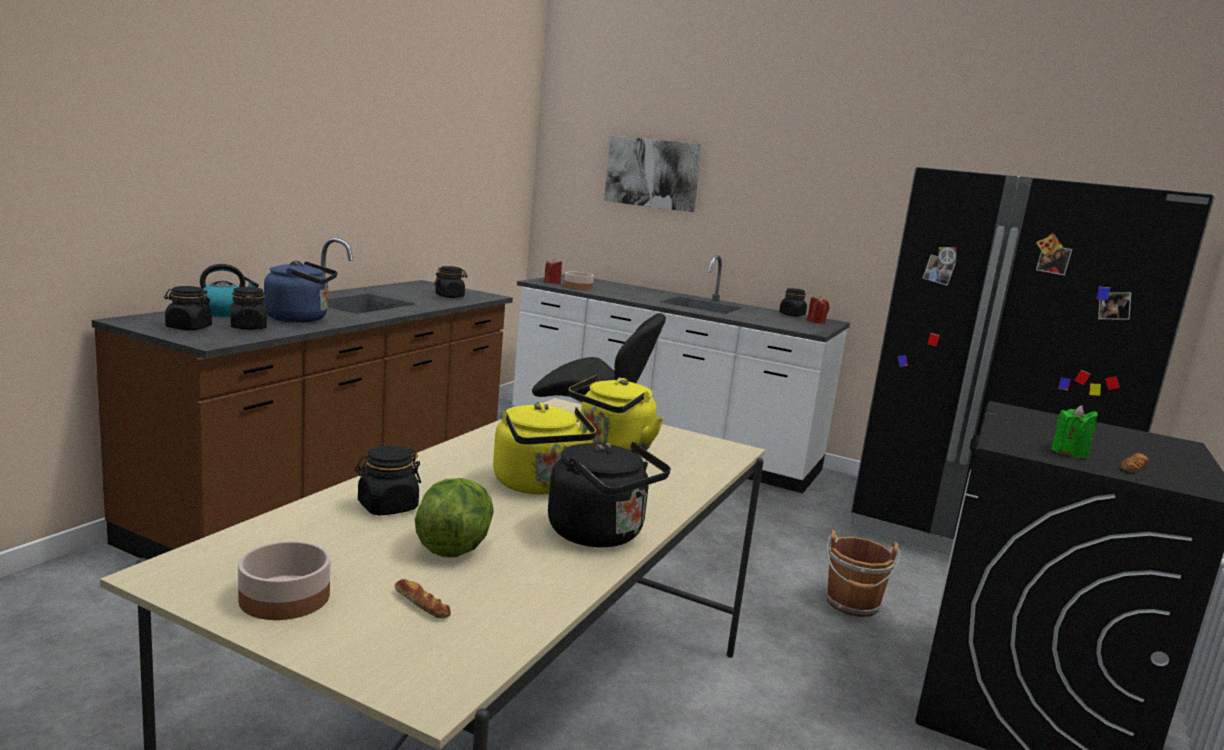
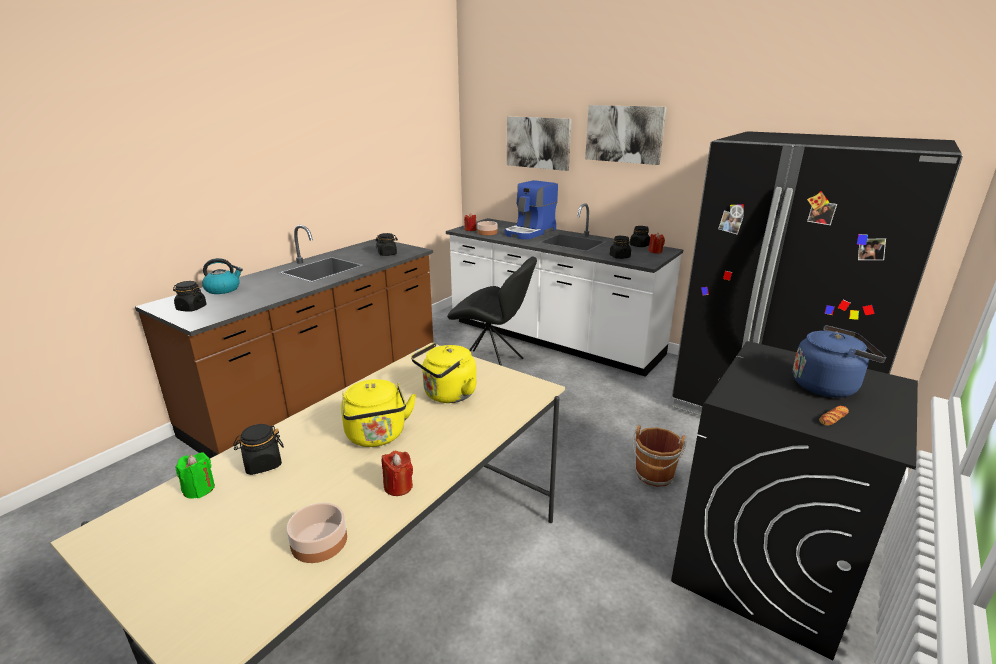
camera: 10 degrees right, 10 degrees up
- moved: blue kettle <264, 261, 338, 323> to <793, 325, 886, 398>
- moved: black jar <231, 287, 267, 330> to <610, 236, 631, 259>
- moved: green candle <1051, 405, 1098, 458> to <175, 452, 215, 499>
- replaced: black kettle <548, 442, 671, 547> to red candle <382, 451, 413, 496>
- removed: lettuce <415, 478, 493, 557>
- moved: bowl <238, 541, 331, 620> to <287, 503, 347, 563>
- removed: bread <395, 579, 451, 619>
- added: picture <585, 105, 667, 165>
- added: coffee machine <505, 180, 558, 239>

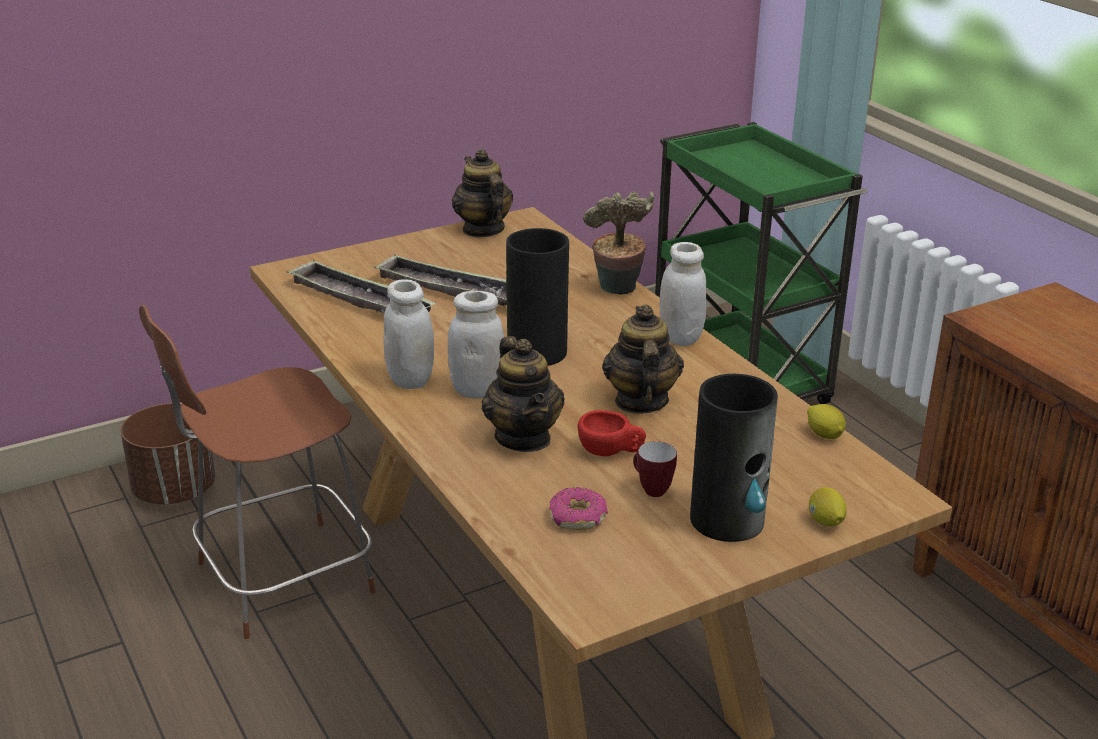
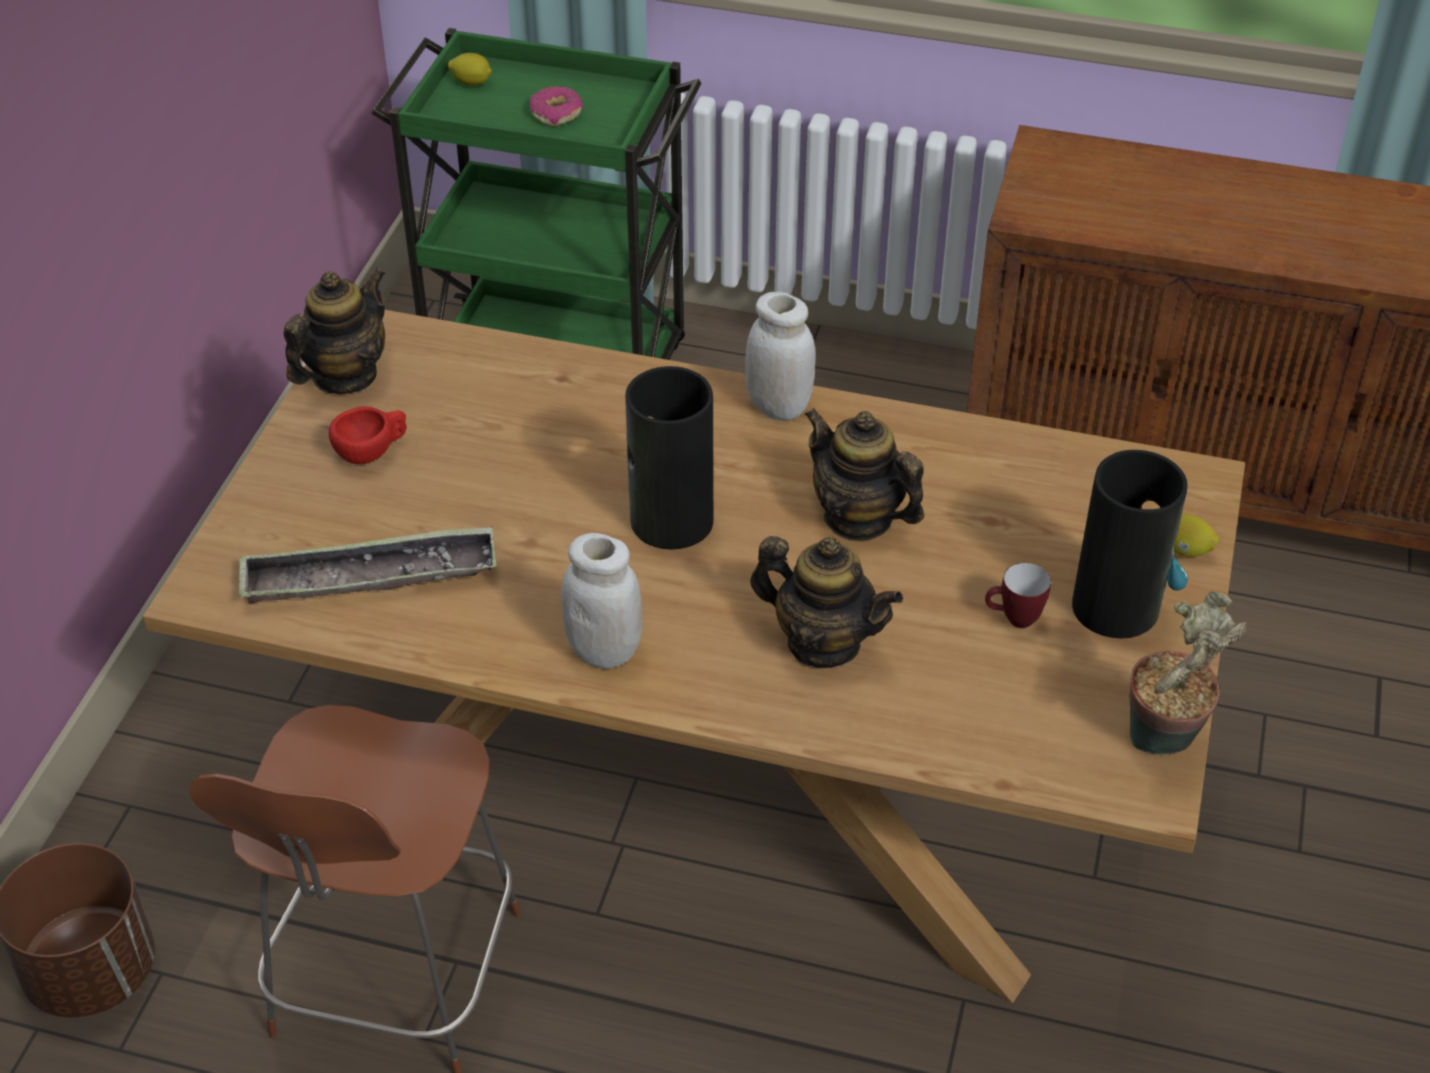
camera: 45 degrees left, 15 degrees up
- turned: teapot <452, 149, 513, 238> = <284, 268, 386, 394> 105 degrees clockwise
- moved: potted plant <583, 191, 655, 295> to <1129, 591, 1247, 754>
- removed: tray <374, 254, 507, 306>
- removed: white jar <448, 291, 504, 398>
- moved: lemon <807, 404, 846, 439> to <448, 53, 492, 86>
- moved: red cup <578, 410, 646, 456> to <329, 406, 407, 464>
- moved: donut <549, 487, 608, 530> to <530, 86, 583, 126>

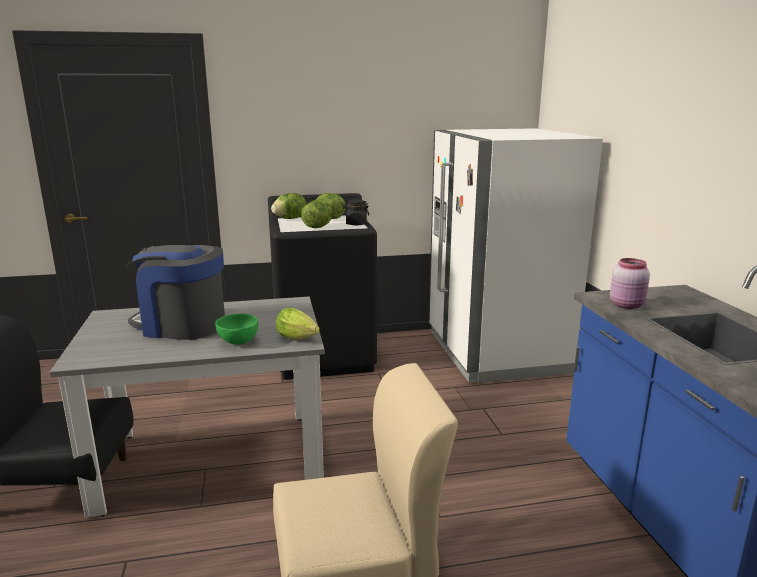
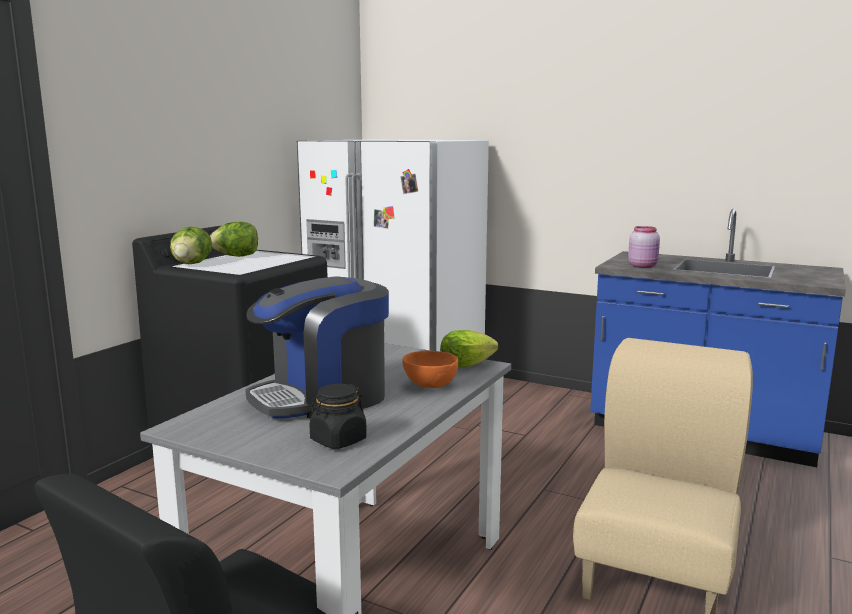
camera: 50 degrees left, 5 degrees down
- moved: black jar <343, 199, 369, 225> to <309, 384, 367, 449>
- removed: lettuce <301, 200, 333, 228>
- recoloured: green bowl <215, 314, 258, 345> to orange bowl <402, 350, 458, 388>

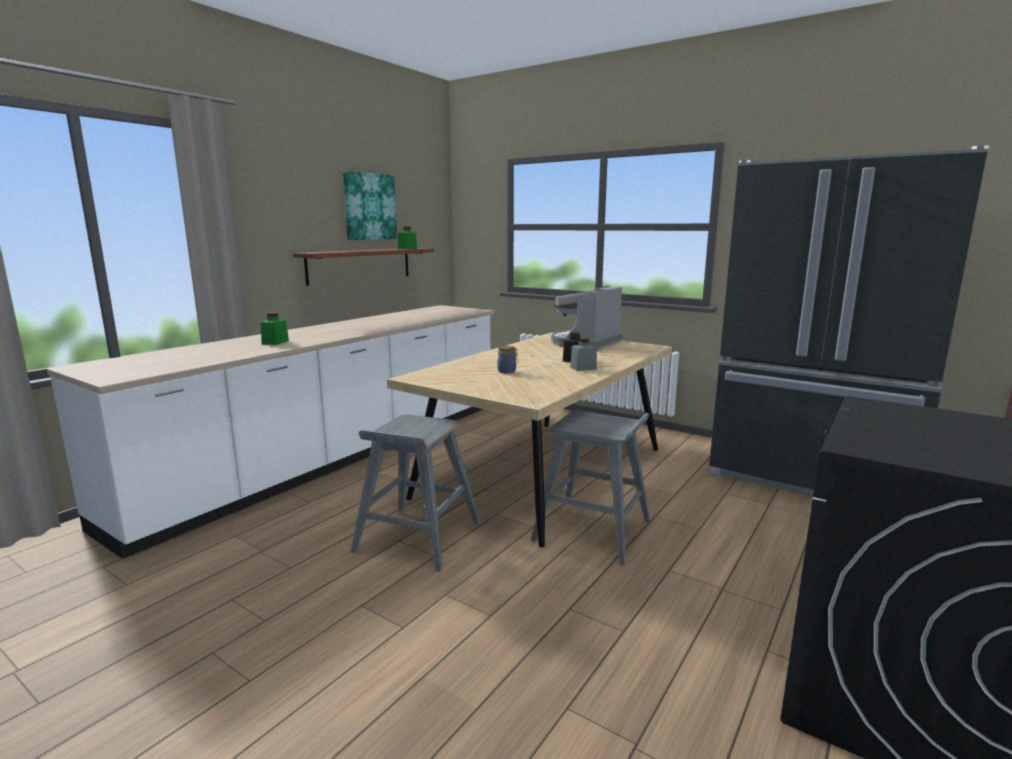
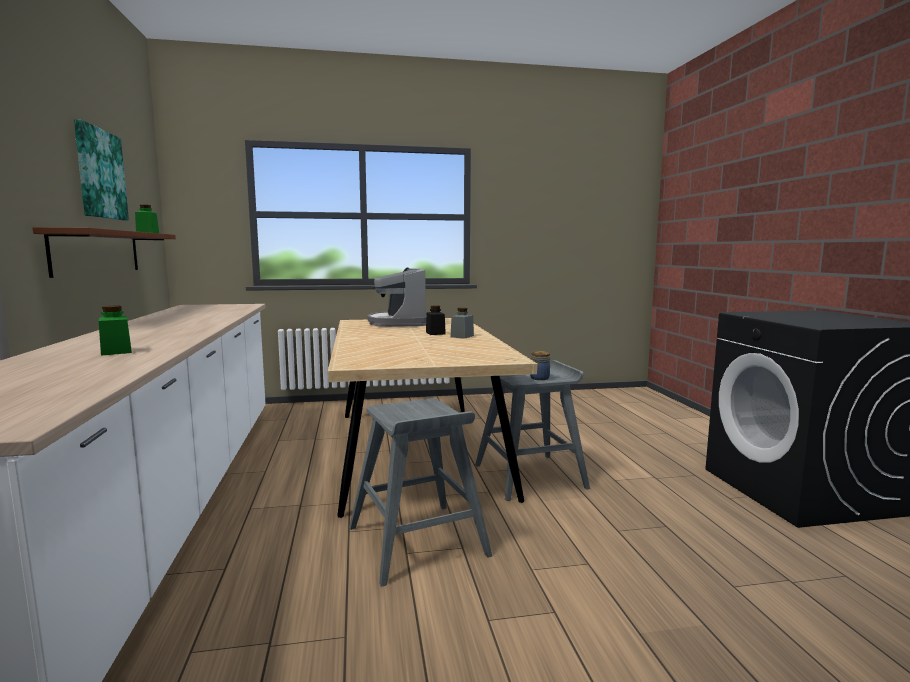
camera: 45 degrees left, 5 degrees down
- removed: black fridge <709, 145, 989, 496>
- moved: jar <498, 346, 518, 374> to <530, 351, 550, 380>

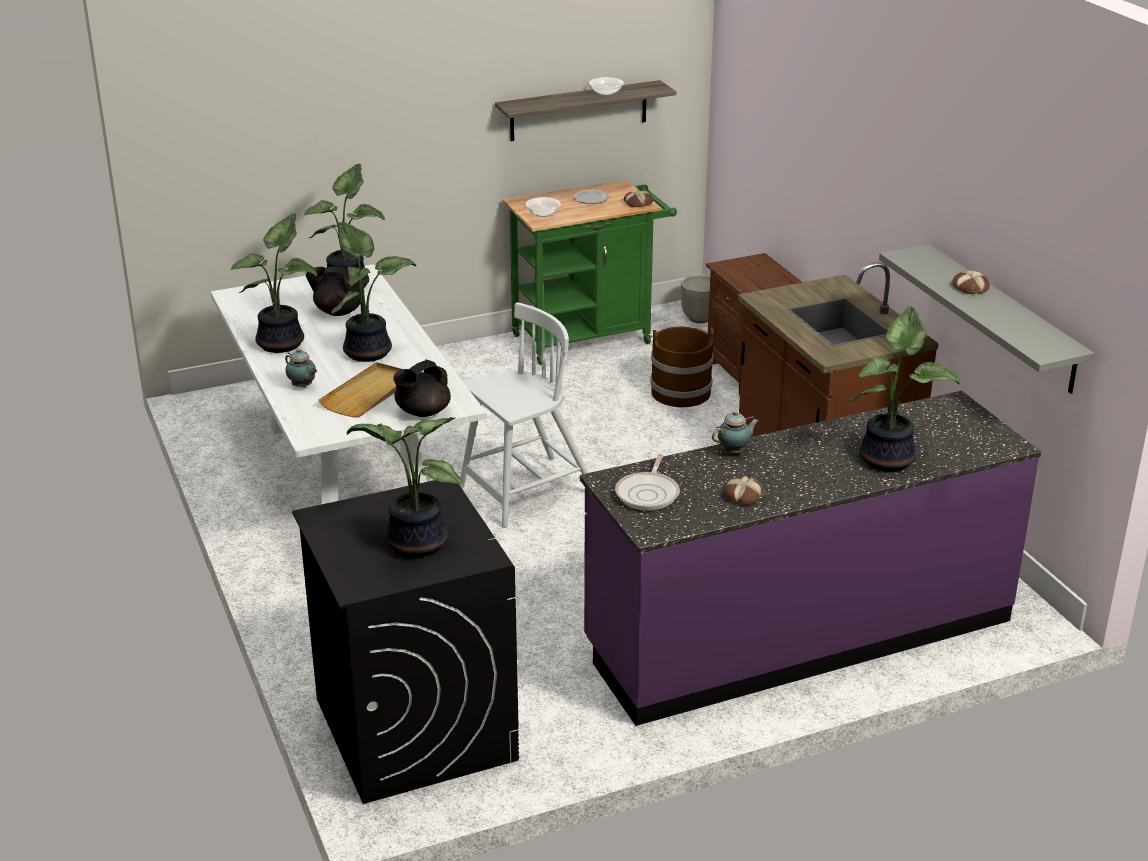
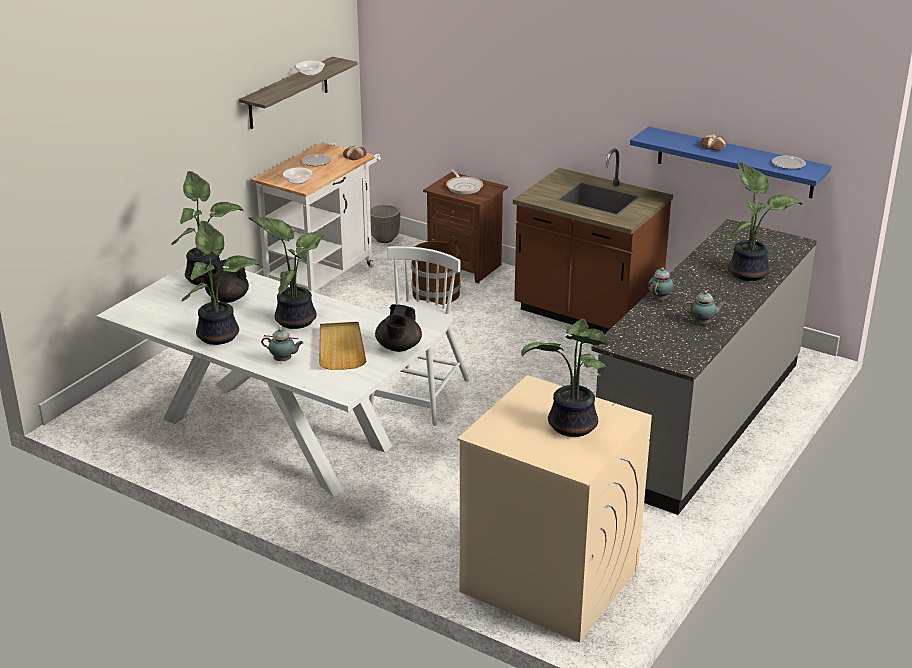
camera: 35 degrees left, 0 degrees up
- recoloured: green cart <503, 180, 677, 365> to white cart <251, 142, 381, 292>
- recoloured: grey shelf <879, 244, 1094, 394> to blue shelf <630, 127, 831, 198>
- recoloured: purple counter <580, 391, 1041, 726> to grey counter <591, 219, 817, 515>
- moved: frying pan <615, 454, 680, 510> to <446, 169, 483, 194>
- replaced: bread <724, 476, 764, 505> to teapot <683, 291, 726, 324>
- recoloured: black washing machine <292, 480, 519, 804> to beige washing machine <457, 375, 652, 642>
- added: plate <772, 156, 806, 169>

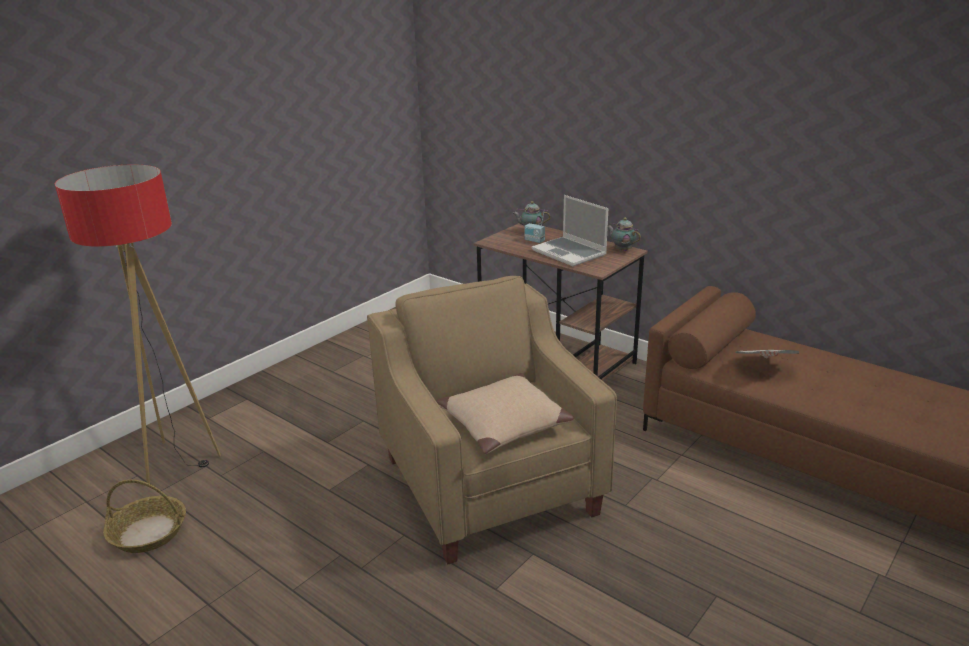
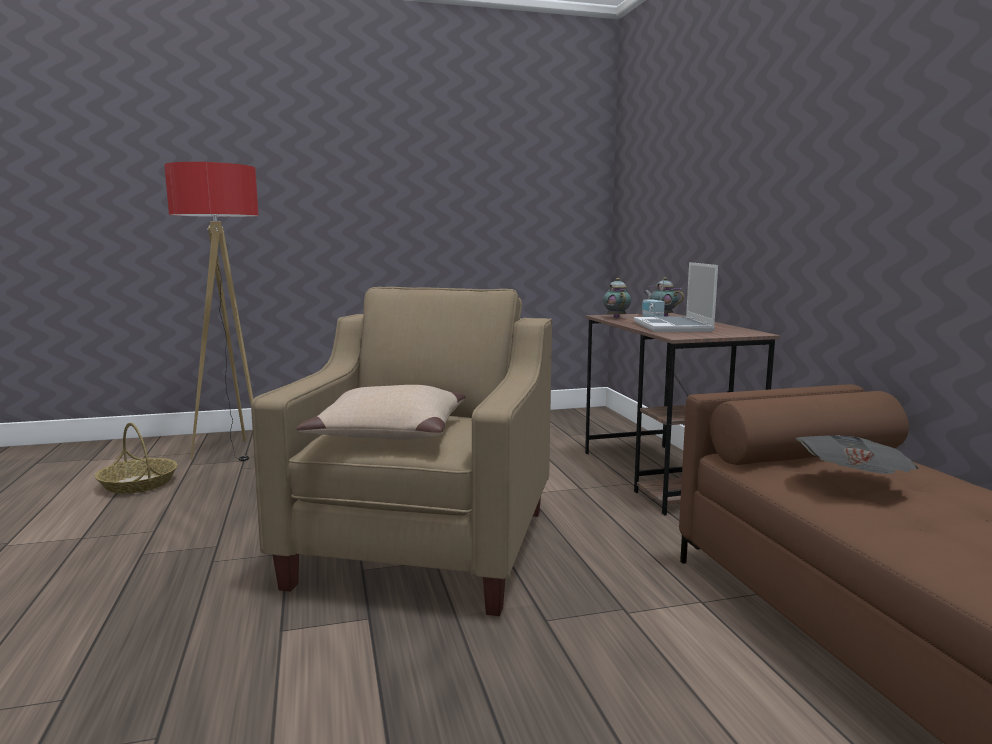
camera: 35 degrees right, 15 degrees down
- moved: teapot <608, 217, 641, 251> to <603, 278, 631, 318>

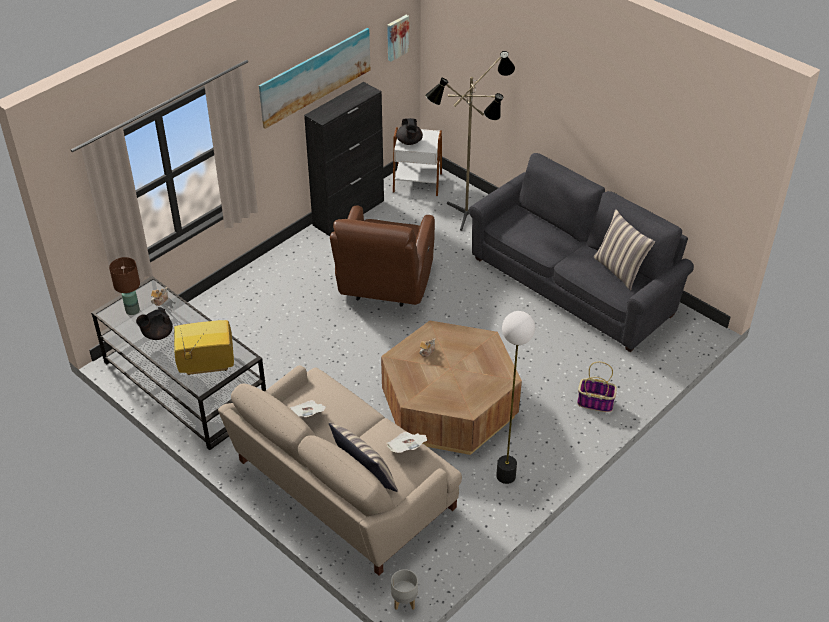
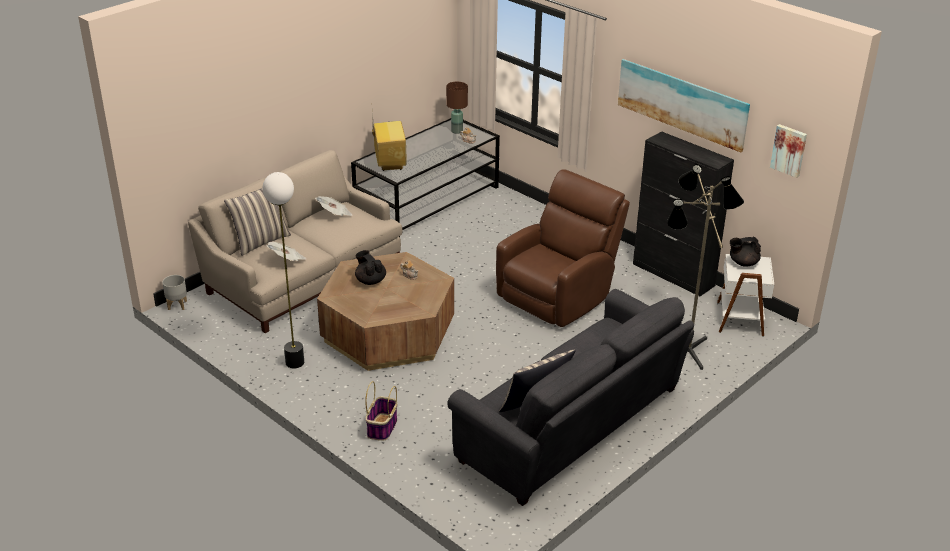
camera: 90 degrees right, 10 degrees down
- turned: brown armchair <330, 206, 435, 307> = <496, 169, 630, 327> 120 degrees clockwise
- moved: black teapot <136, 307, 173, 340> to <355, 250, 386, 285>

